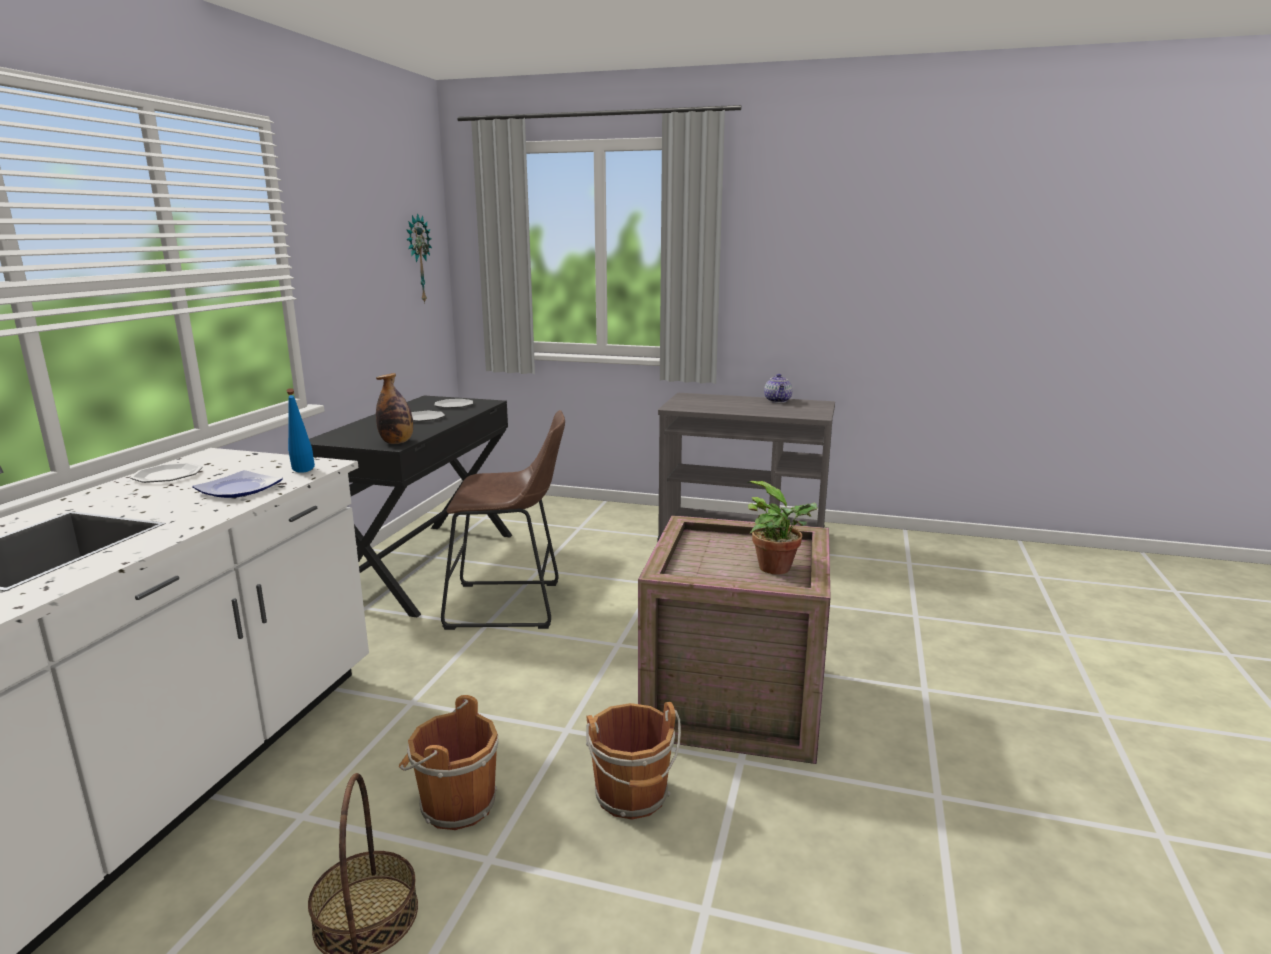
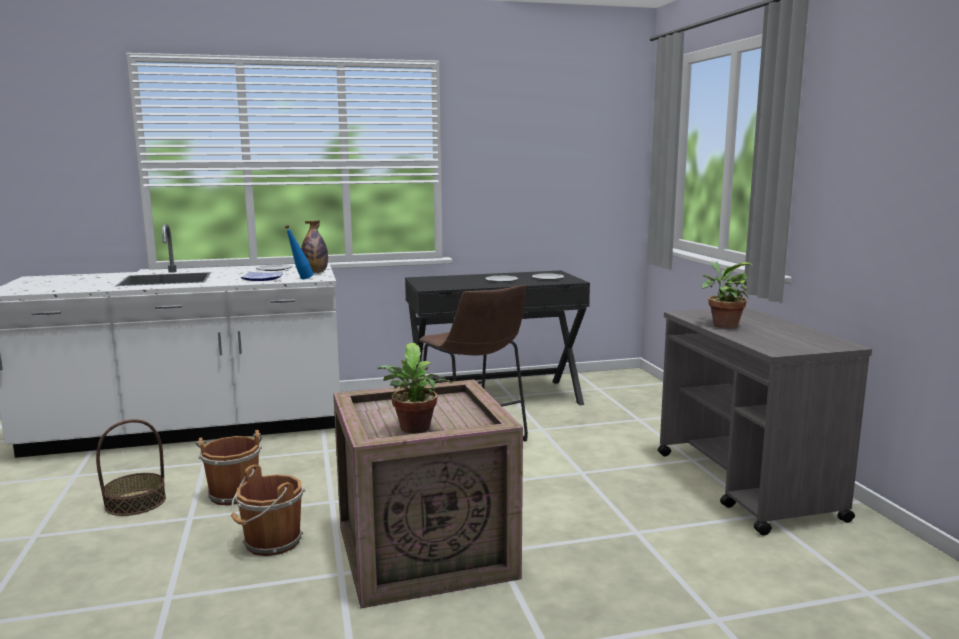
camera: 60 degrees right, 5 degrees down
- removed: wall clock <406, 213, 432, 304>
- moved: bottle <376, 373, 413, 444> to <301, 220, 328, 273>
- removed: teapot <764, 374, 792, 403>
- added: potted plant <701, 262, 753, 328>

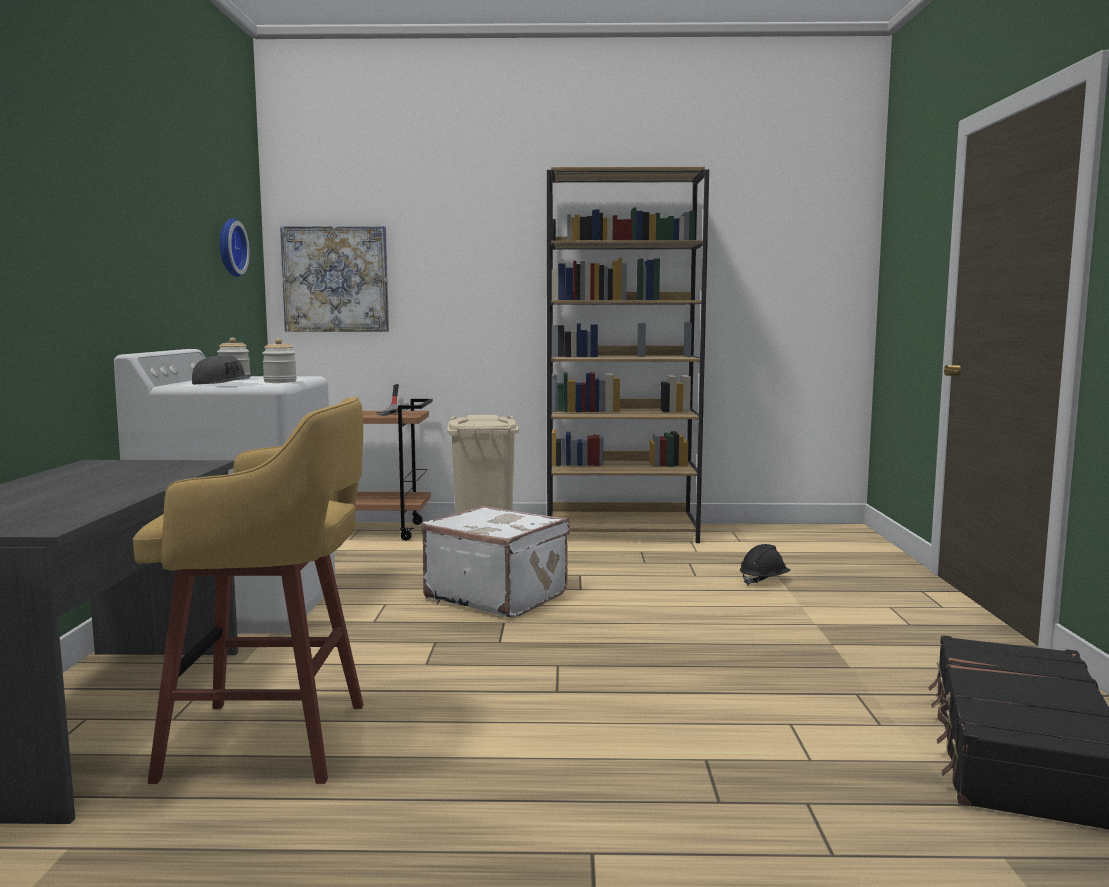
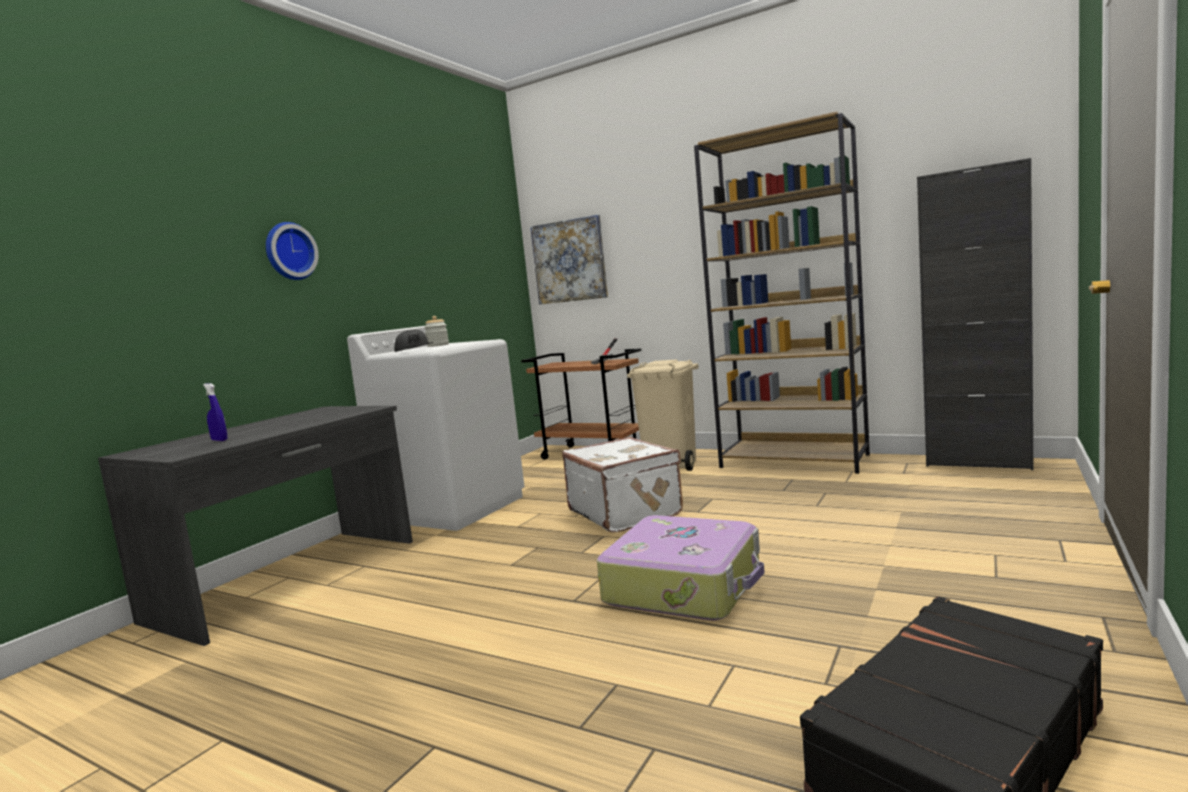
camera: 30 degrees right, 0 degrees up
- moved: wall clock <220, 218, 250, 277> to <266, 222, 319, 280>
- removed: jar <262, 338, 297, 383>
- removed: yellow stool <133, 397, 364, 784>
- removed: black hard hat <740, 544, 791, 585>
- added: black cabinet <917, 158, 1033, 470>
- added: blue spray bottle <203, 383, 228, 441>
- added: suitcase <597, 515, 765, 620>

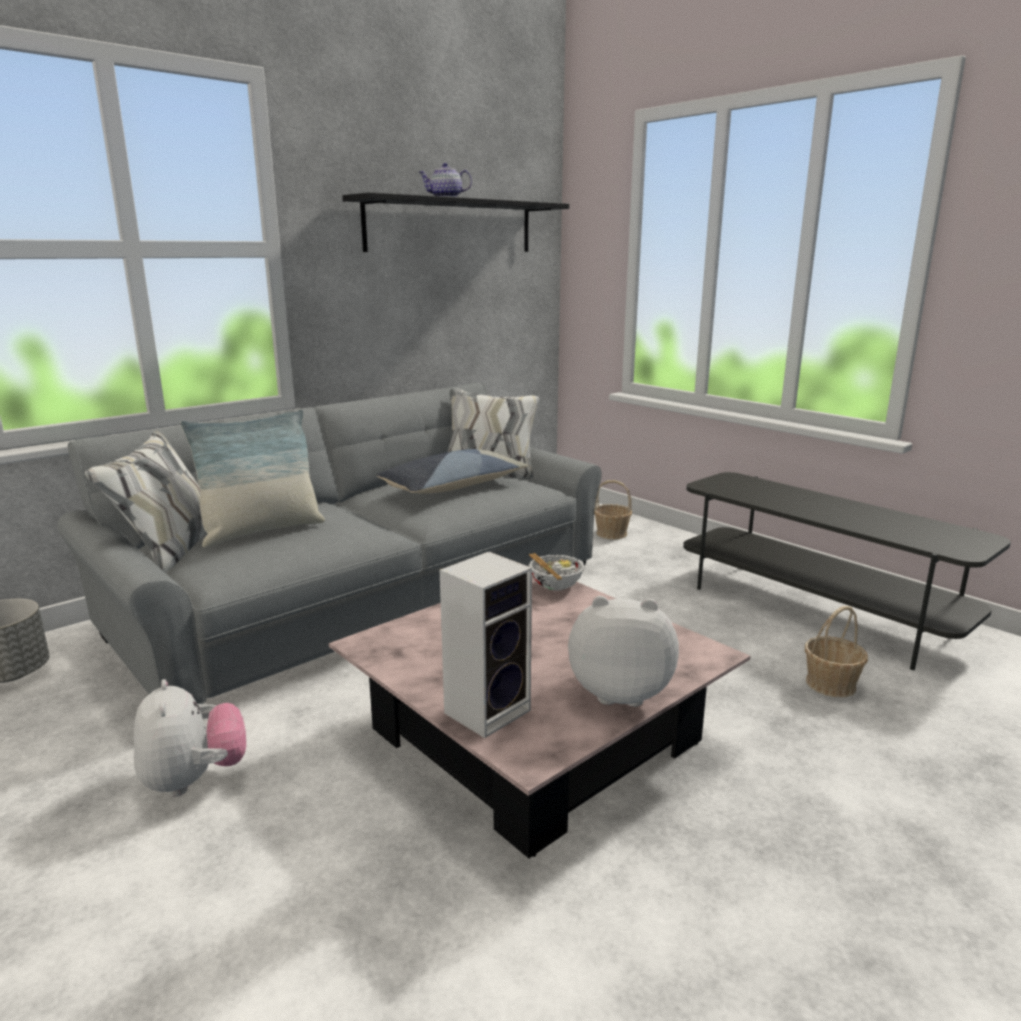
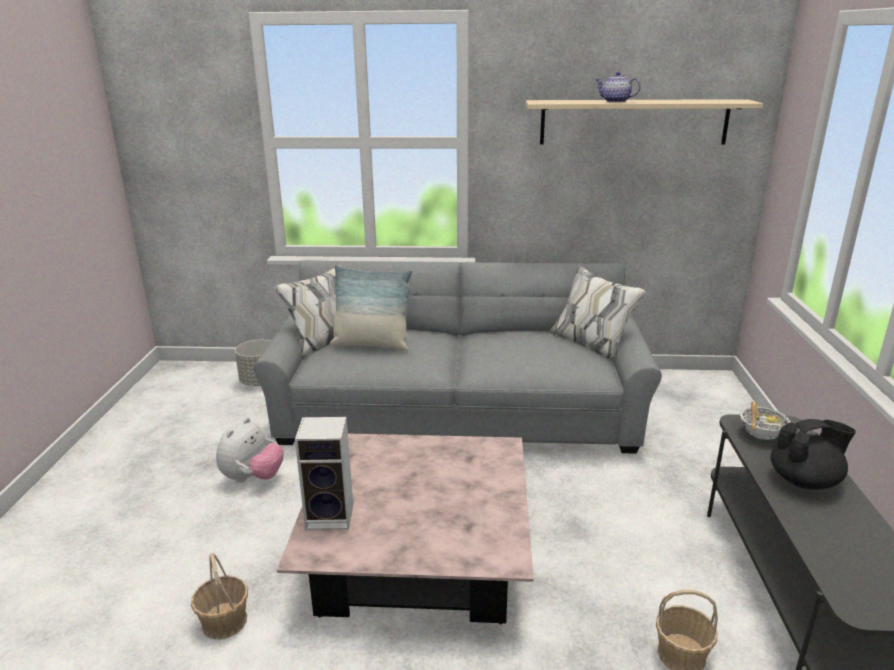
camera: 45 degrees right, 5 degrees up
- recoloured: black shelf <342, 192, 569, 252> to beige shelf <526, 99, 763, 144>
- removed: pillow <376, 449, 528, 494>
- moved: basket <594, 480, 632, 540> to <191, 553, 248, 640>
- moved: bowl <529, 553, 585, 591> to <740, 402, 791, 440>
- removed: plush toy <568, 596, 679, 707>
- added: black teapot <770, 419, 856, 489>

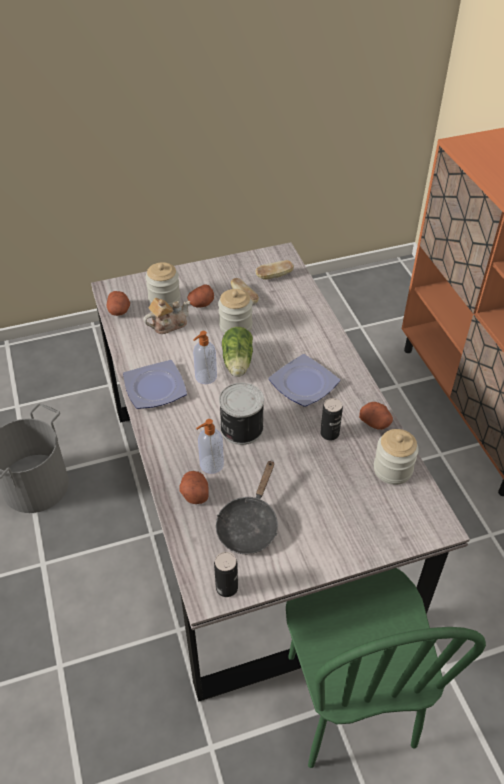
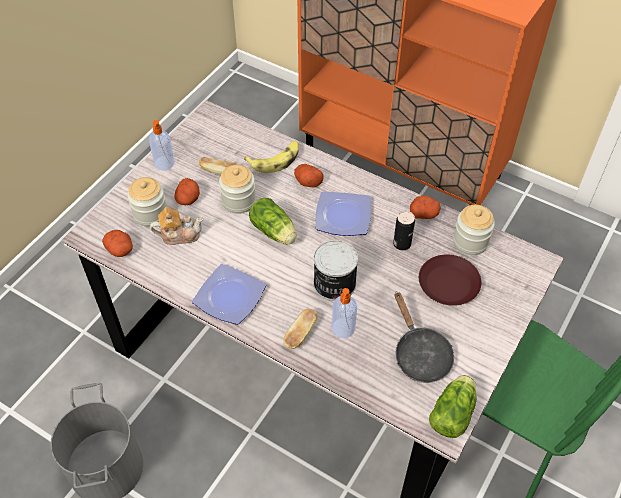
camera: 40 degrees left, 5 degrees up
- moved: bread <255, 260, 294, 279> to <283, 309, 318, 349>
- turned: teapot <144, 298, 190, 334> = <150, 207, 203, 245> 60 degrees clockwise
- moved: soap dispenser <193, 331, 217, 384> to <149, 120, 175, 170>
- moved: potato <179, 471, 209, 504> to <294, 164, 324, 188>
- replaced: can <214, 552, 238, 597> to lettuce <429, 375, 477, 438>
- added: banana <244, 141, 299, 173>
- added: brown plate <419, 255, 481, 306>

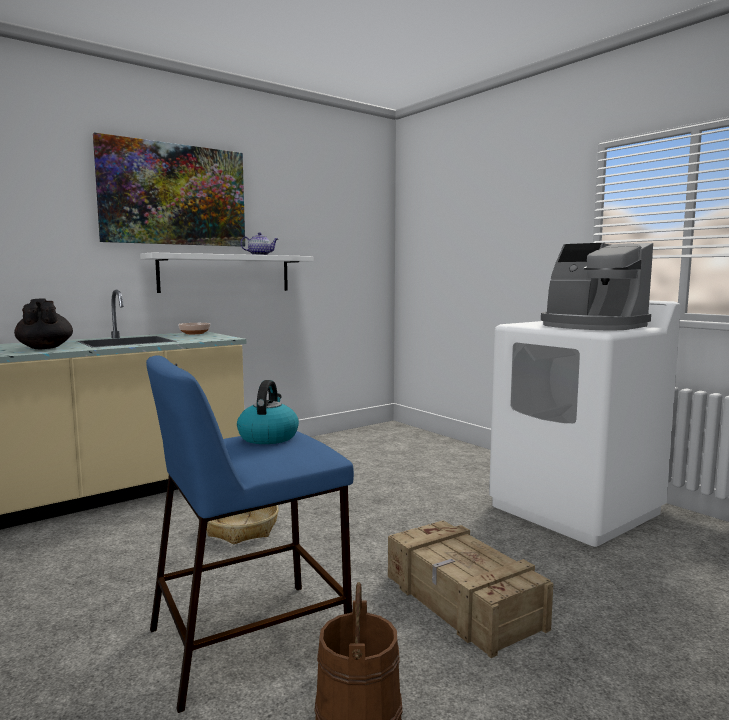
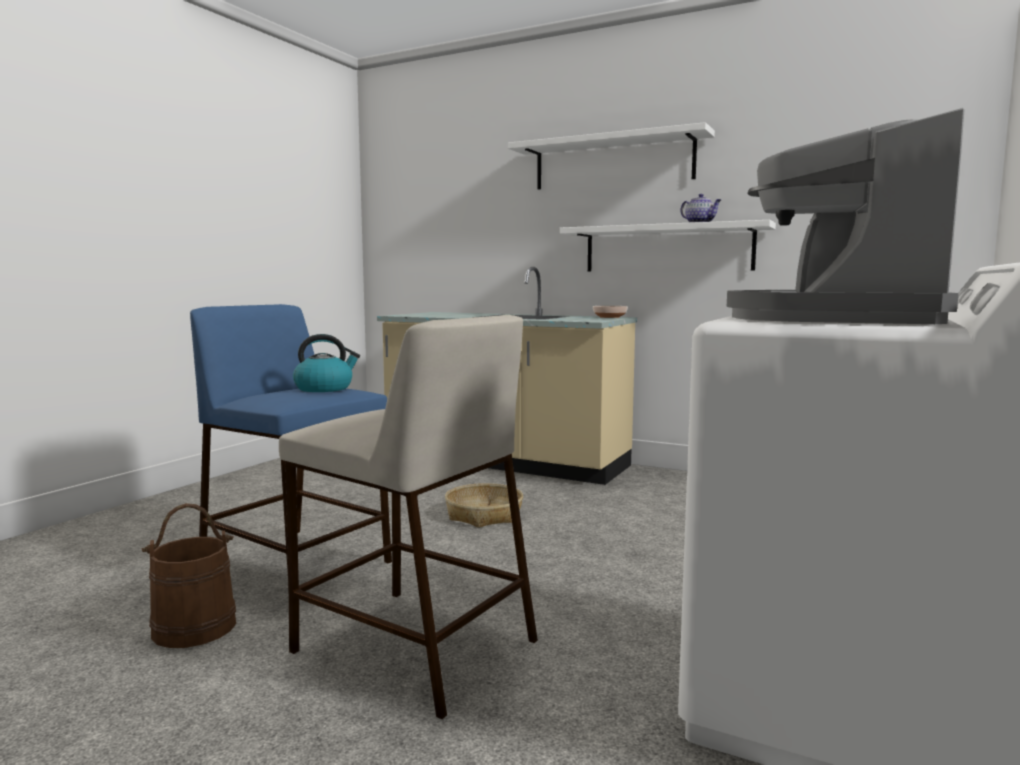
camera: 65 degrees right, 0 degrees up
- replaced: picture <93, 132, 245, 247> to white shelf <508, 122, 715, 189>
- removed: black teapot <14, 299, 73, 349>
- replaced: crate <388, 520, 553, 658> to beige stool <279, 315, 538, 719>

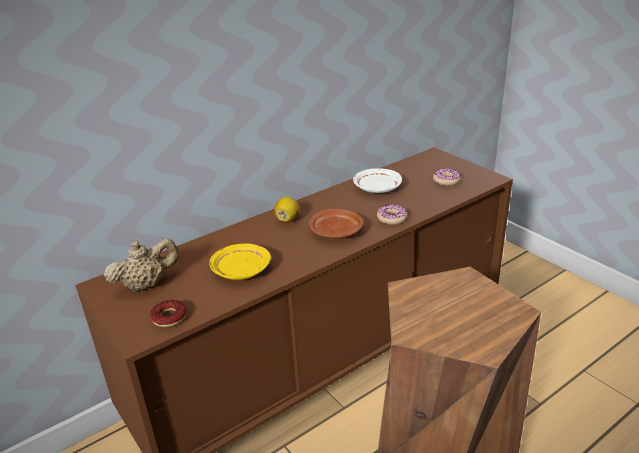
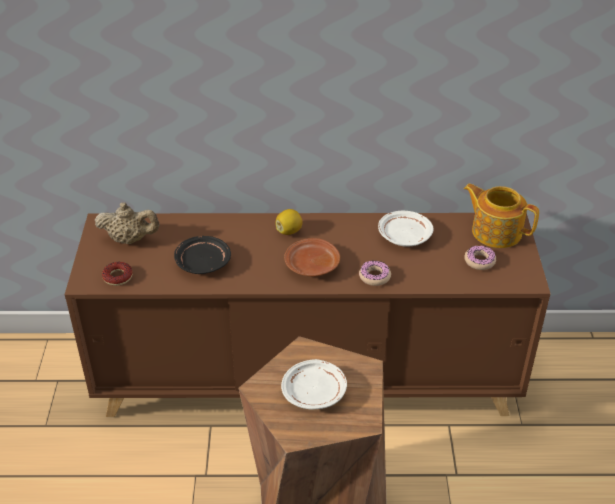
camera: 35 degrees right, 10 degrees up
- recoloured: yellow plate <209, 243, 271, 280> to black plate <174, 236, 231, 274>
- added: teapot <464, 184, 539, 248>
- added: white plate <281, 359, 347, 410>

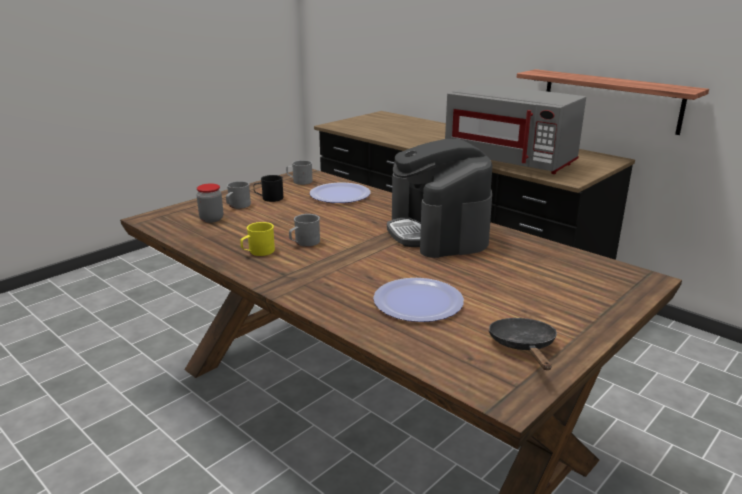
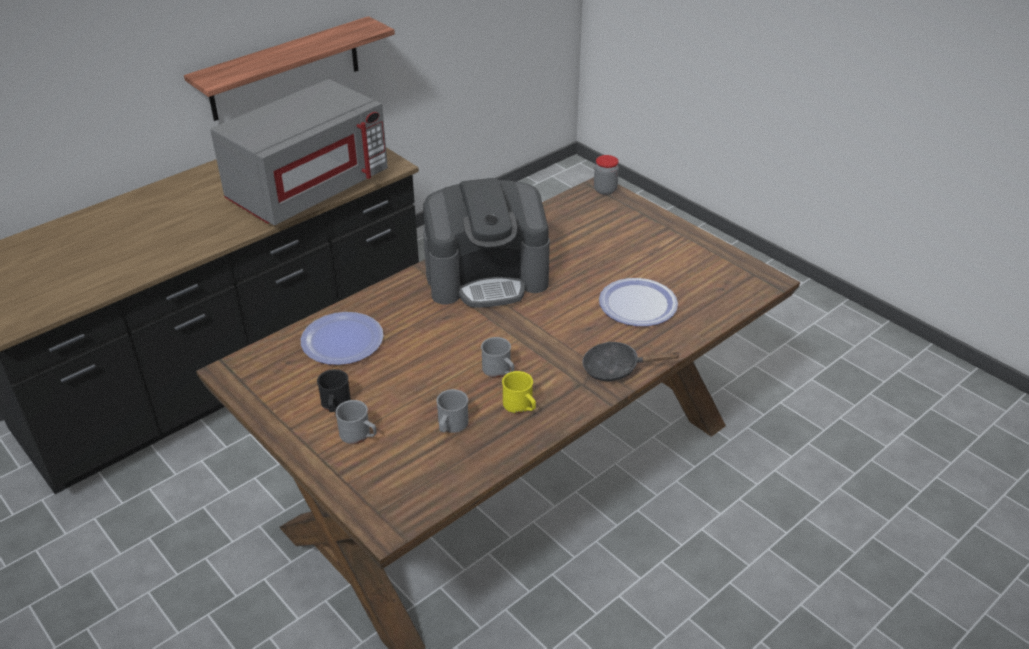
camera: 85 degrees left, 15 degrees up
- moved: grey mug <286, 160, 313, 185> to <436, 389, 468, 433>
- moved: jar <197, 183, 223, 223> to <594, 155, 619, 195>
- moved: black frying pan <489, 318, 557, 370> to <582, 341, 680, 381>

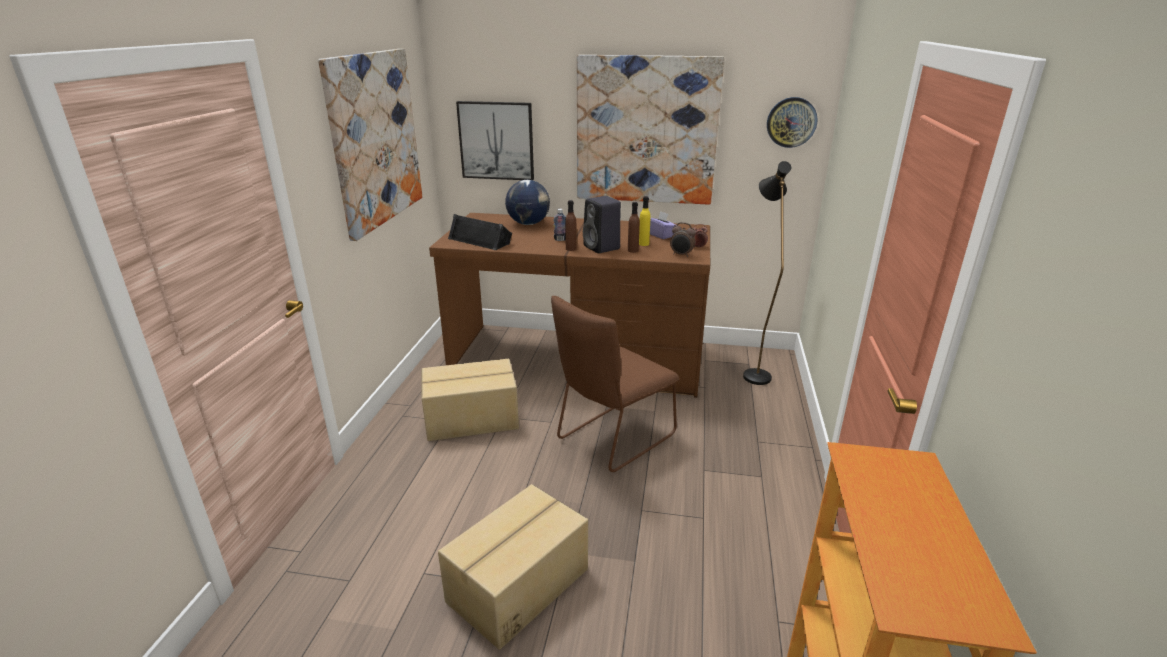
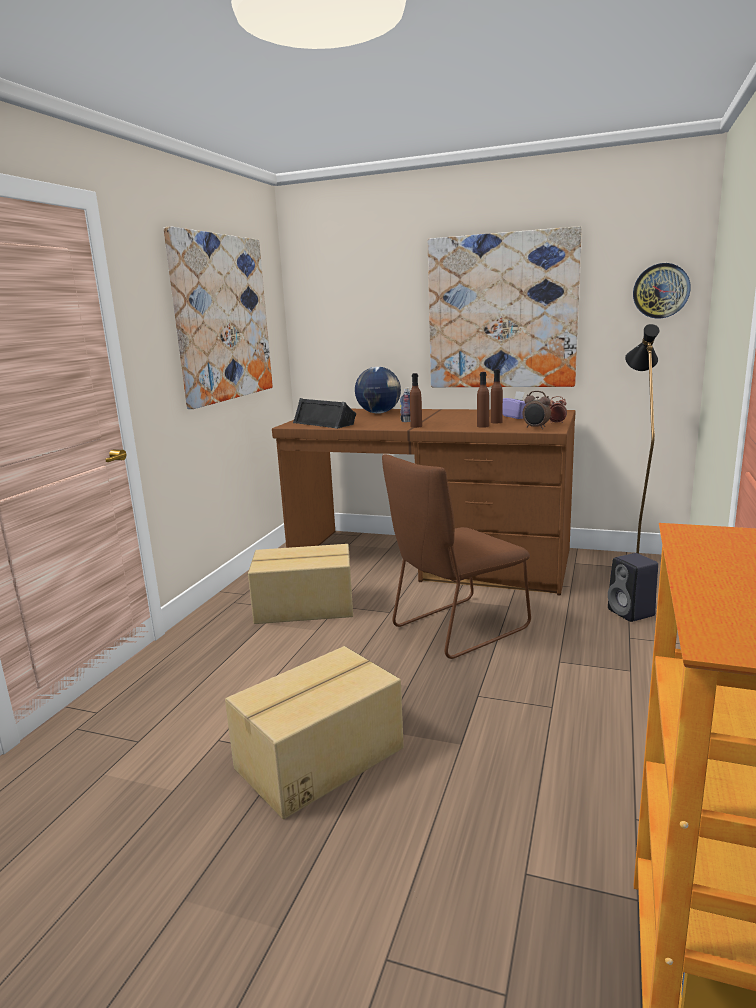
camera: 10 degrees right, 10 degrees down
- removed: picture <456, 101, 534, 180>
- moved: black speaker <583, 196, 621, 253> to <608, 553, 658, 622>
- recoloured: yellow bottle <639, 196, 651, 246> to brown bottle <491, 369, 503, 423>

